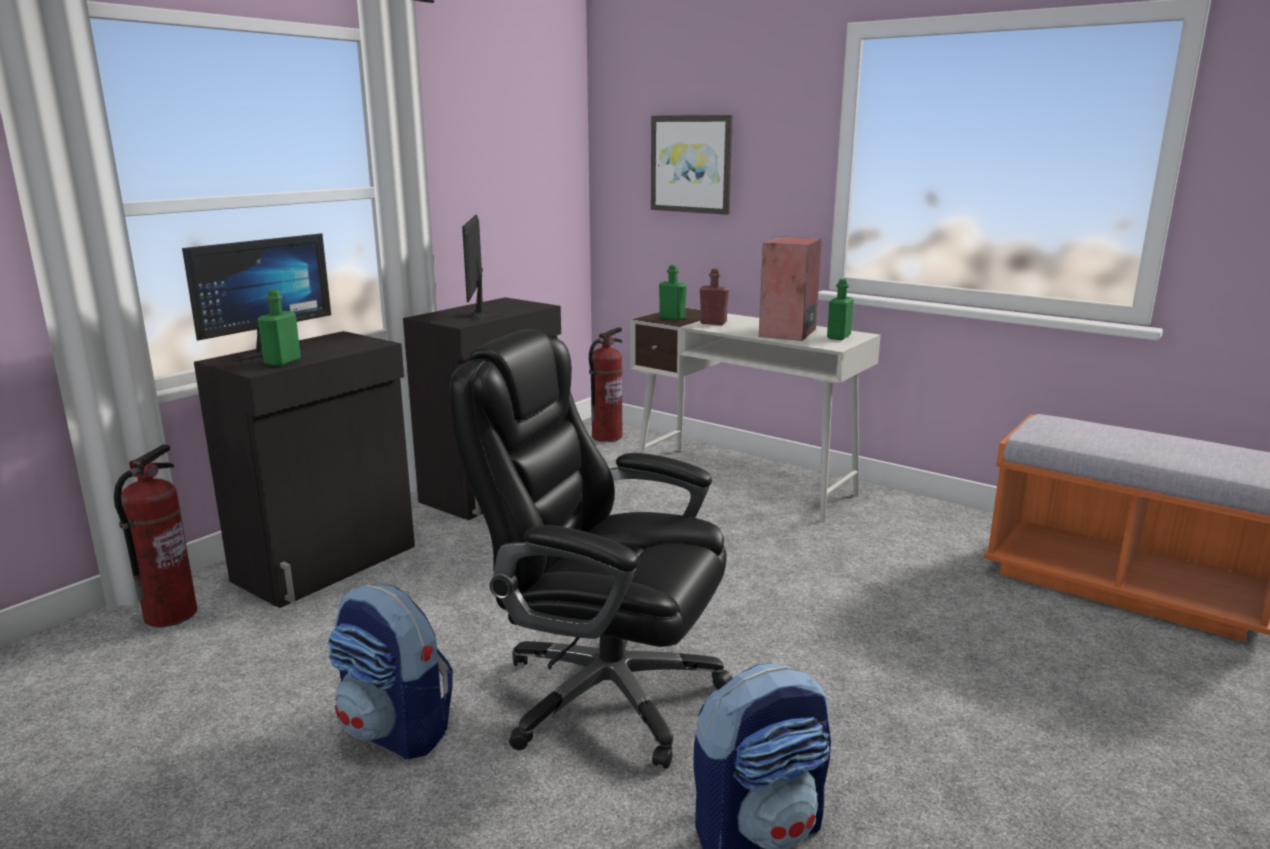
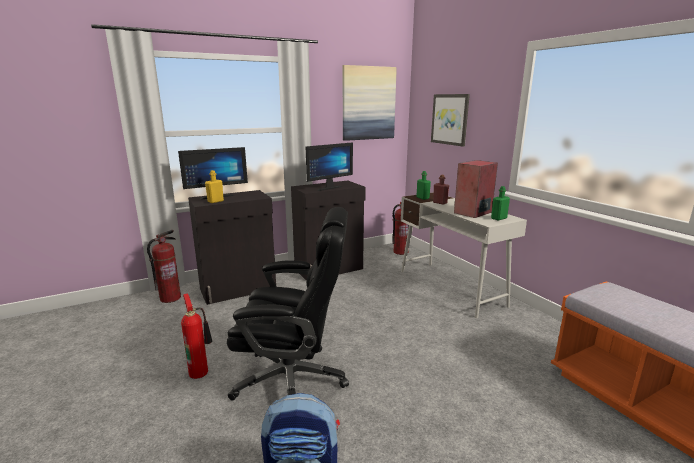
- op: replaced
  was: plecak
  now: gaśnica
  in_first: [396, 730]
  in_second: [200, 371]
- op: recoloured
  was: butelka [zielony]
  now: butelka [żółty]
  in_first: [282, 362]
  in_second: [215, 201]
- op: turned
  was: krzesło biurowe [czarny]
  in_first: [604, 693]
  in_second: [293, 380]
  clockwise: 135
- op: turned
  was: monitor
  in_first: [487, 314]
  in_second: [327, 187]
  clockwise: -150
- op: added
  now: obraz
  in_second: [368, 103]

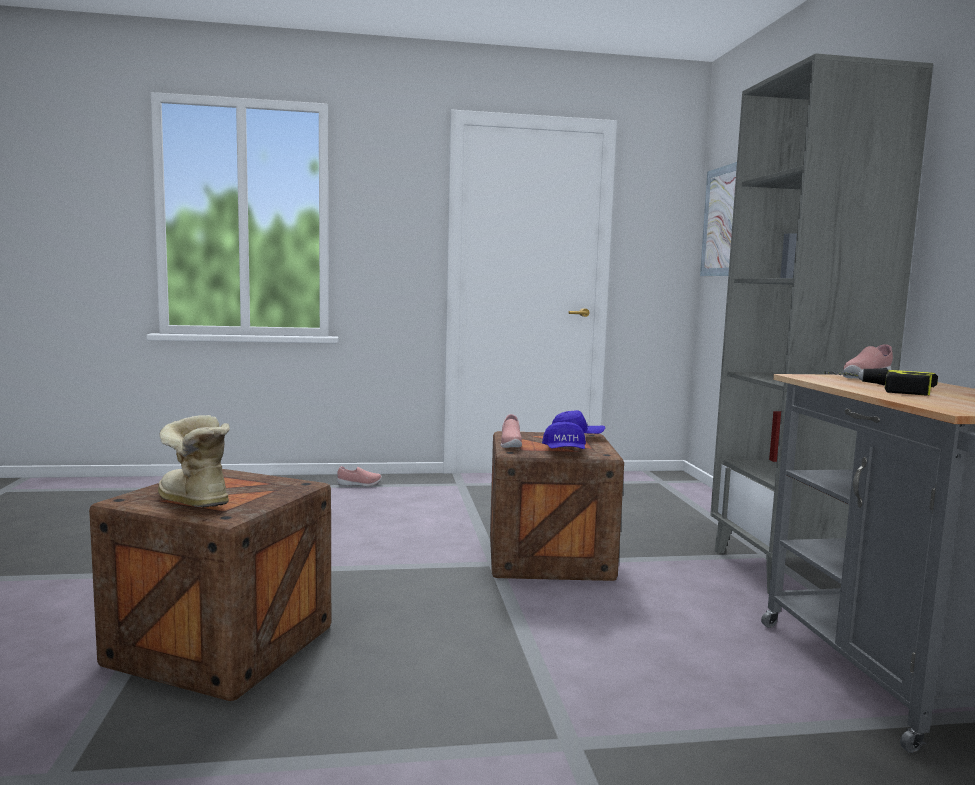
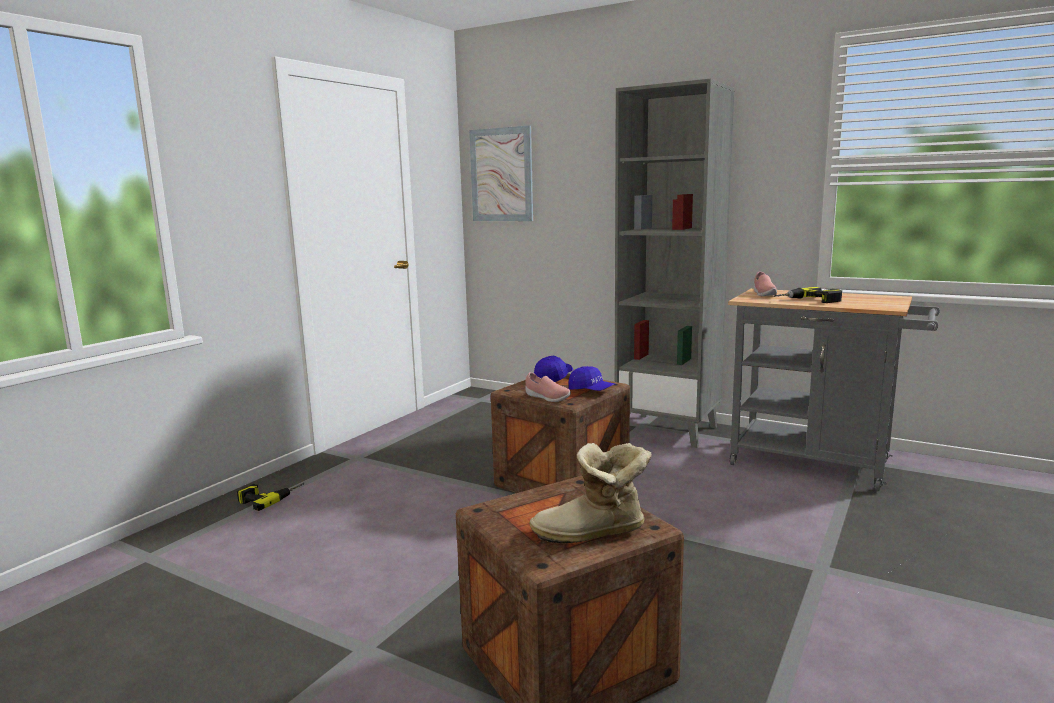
- op: replaced
  was: but [różowy]
  now: wiertarka
  in_first: [359, 484]
  in_second: [270, 497]

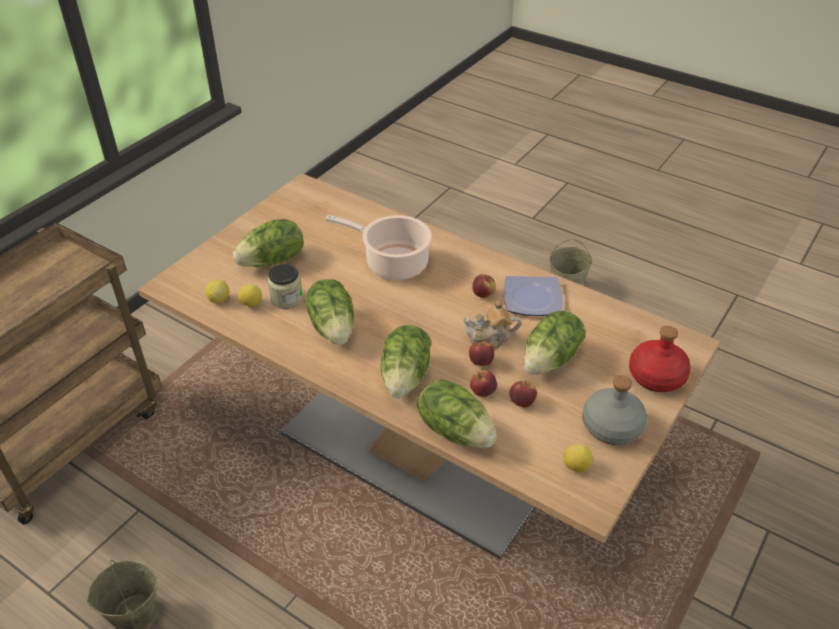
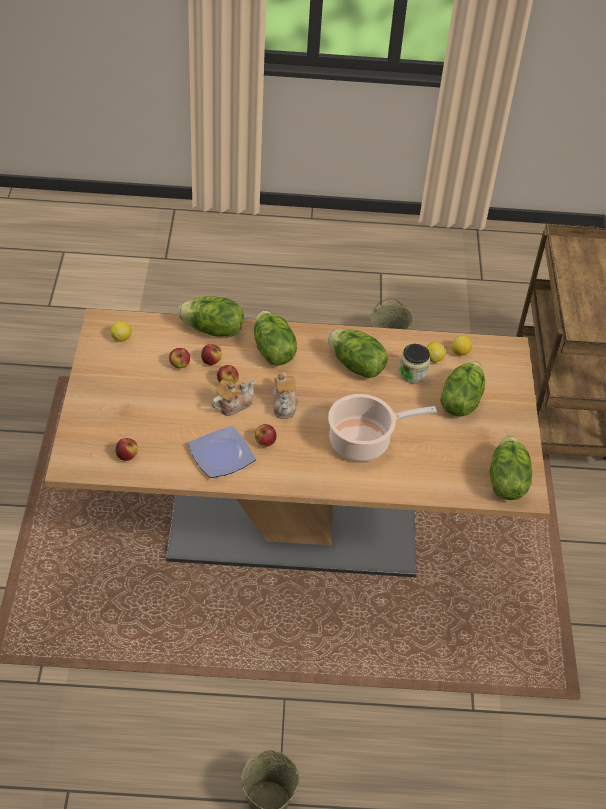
- op: added
  now: jabłko
  in_second: [127, 456]
- op: added
  now: imbryk
  in_second: [284, 404]
- op: moved
  was: sałata
  in_first: [551, 360]
  in_second: [505, 481]
- op: removed
  was: butelka [szary]
  in_first: [611, 426]
- op: removed
  was: butelka [czerwony]
  in_first: [656, 376]

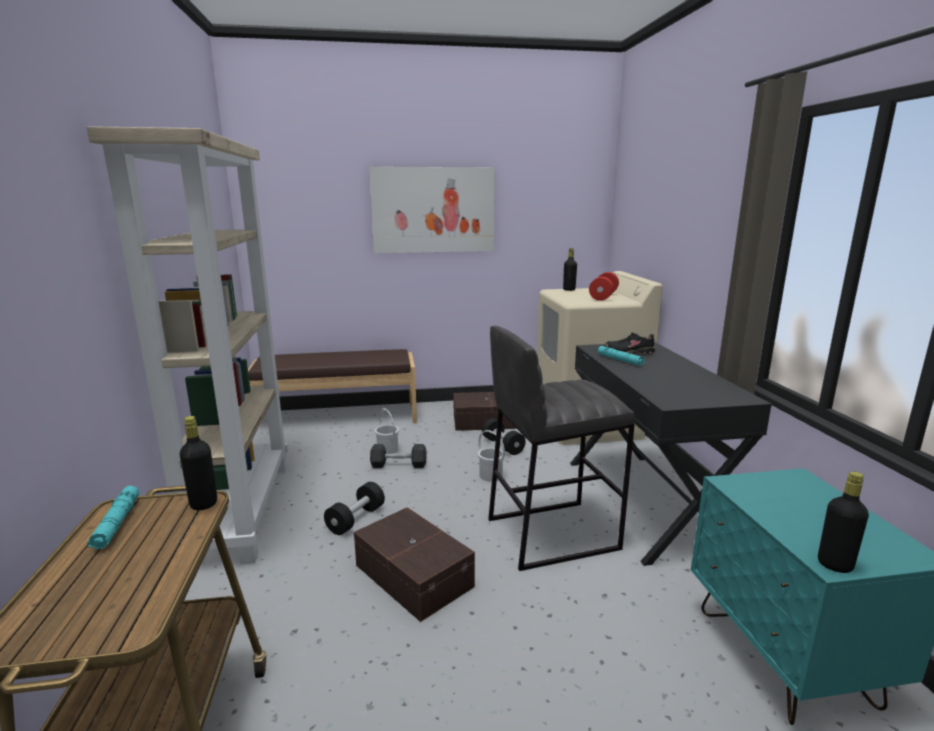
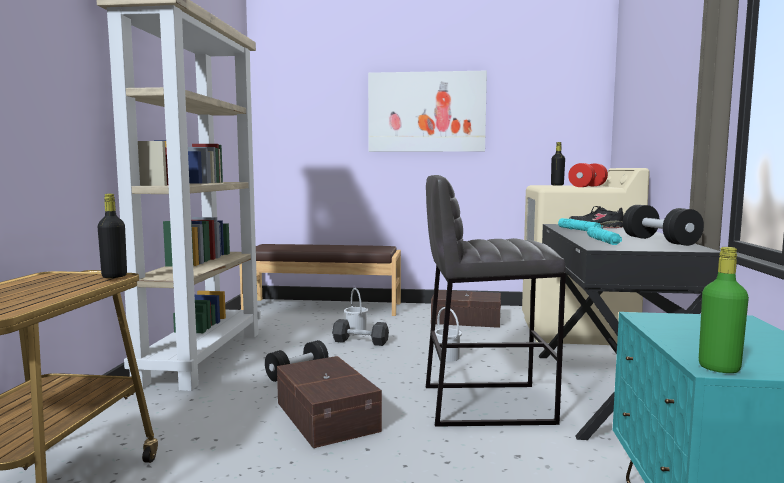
- op: moved
  was: latarka [turkusowy]
  in_first: [117, 523]
  in_second: [603, 241]
- op: moved
  was: hantel [czarny]
  in_first: [503, 446]
  in_second: [659, 241]
- op: recoloured
  was: butelka [czarny]
  now: butelka [zielony]
  in_first: [834, 565]
  in_second: [719, 368]

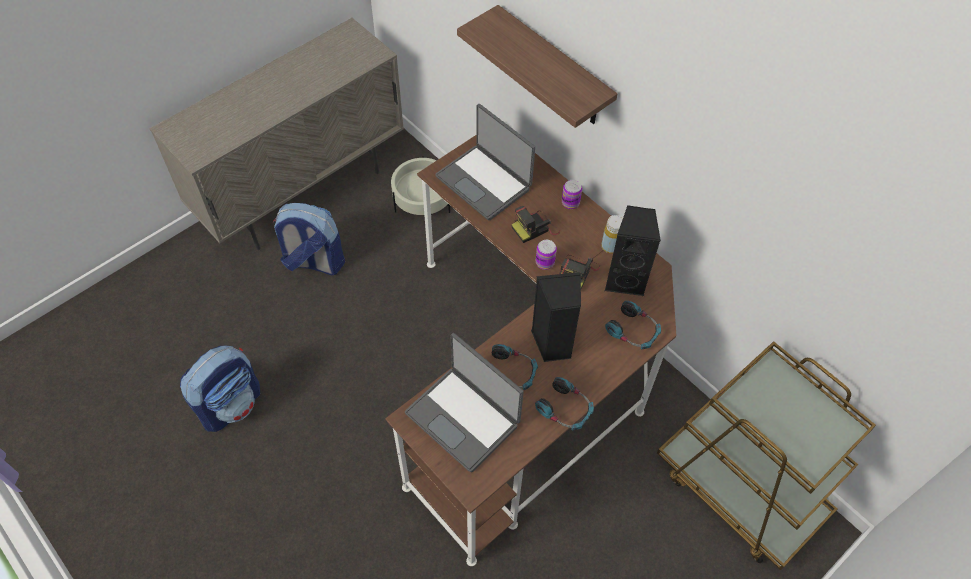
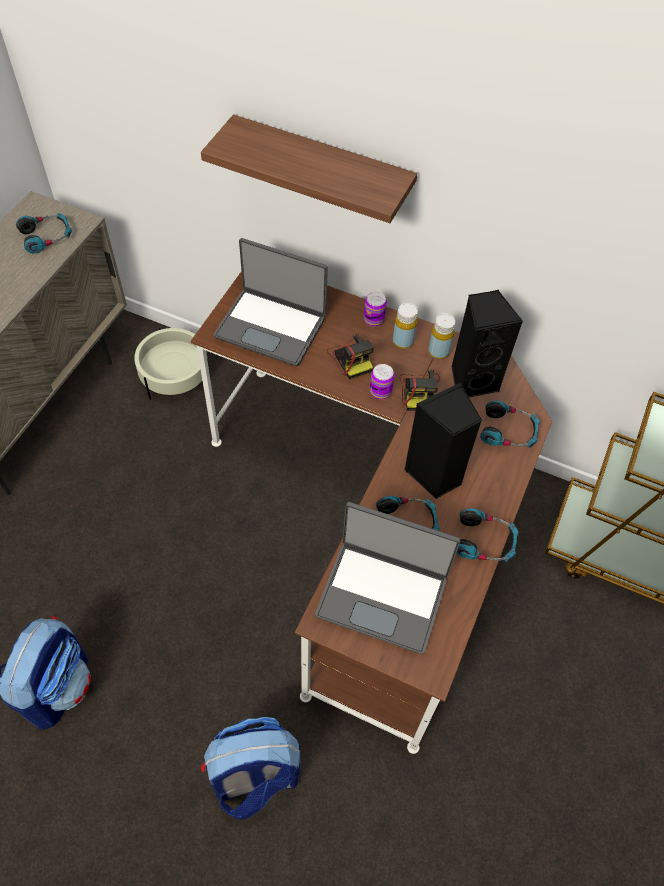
- op: added
  now: słuchawki
  in_second: [47, 237]
- op: moved
  was: plecak
  in_first: [313, 262]
  in_second: [255, 777]
- op: turned
  was: aparat fotograficzny
  in_first: [535, 228]
  in_second: [351, 358]
  clockwise: -60
- op: added
  now: butelka [żółty]
  in_second: [403, 341]

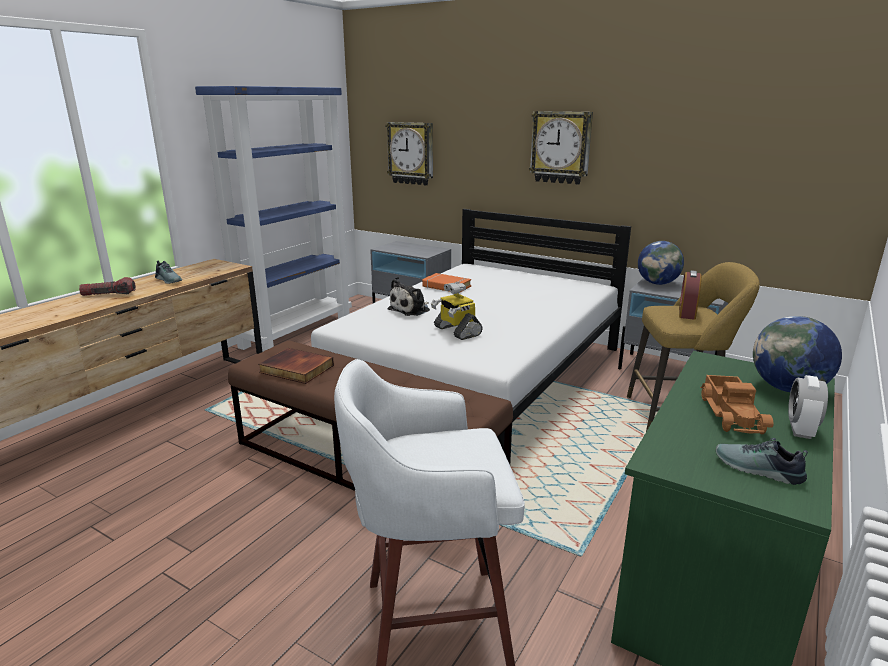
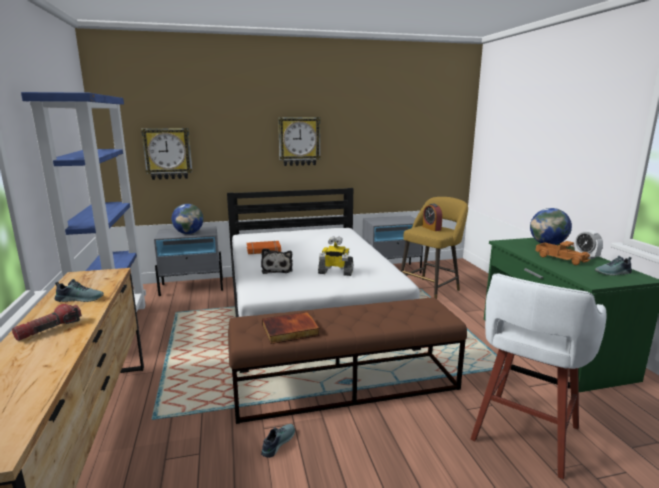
- op: moved
  was: globus
  in_first: [657, 283]
  in_second: [189, 233]
- op: added
  now: but
  in_second: [277, 443]

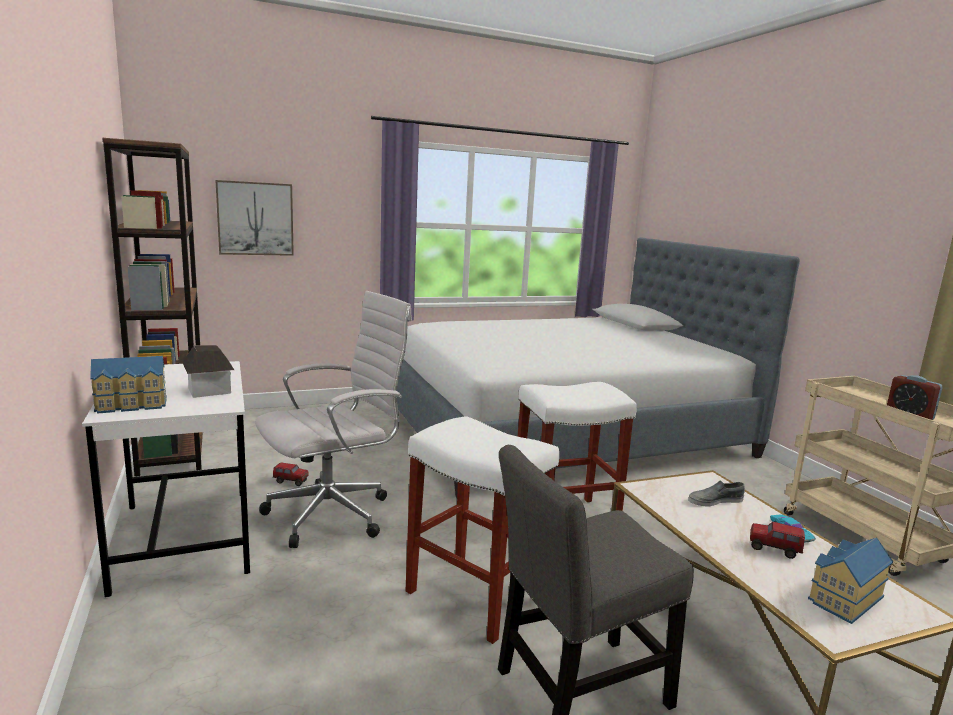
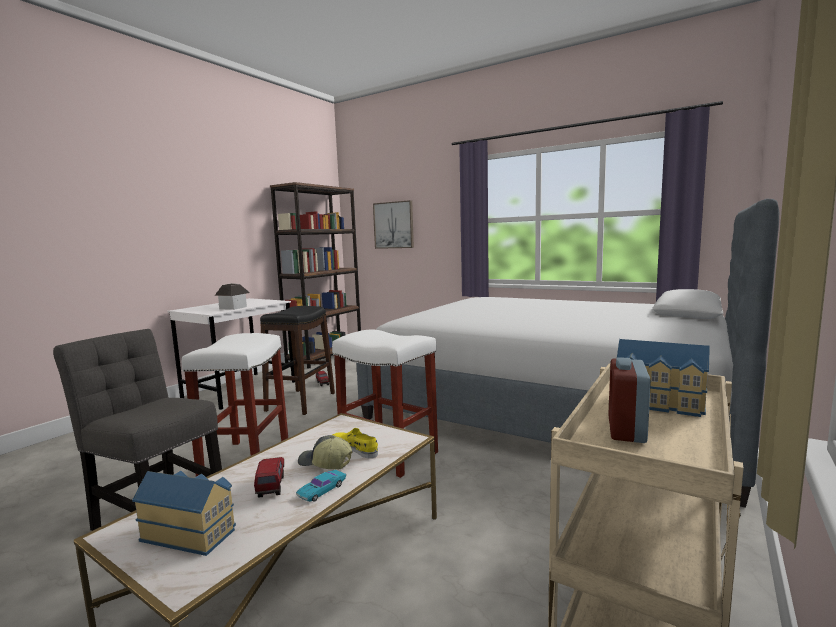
- op: replaced
  was: krzesło biurowe [biały]
  now: stołek [czarny]
  in_first: [334, 513]
  in_second: [301, 402]
- op: added
  now: czapka z daszkiem
  in_second: [325, 463]
- op: recoloured
  was: but [szary]
  now: but [żółty]
  in_first: [714, 501]
  in_second: [354, 448]
- op: moved
  was: domek
  in_first: [132, 405]
  in_second: [659, 404]

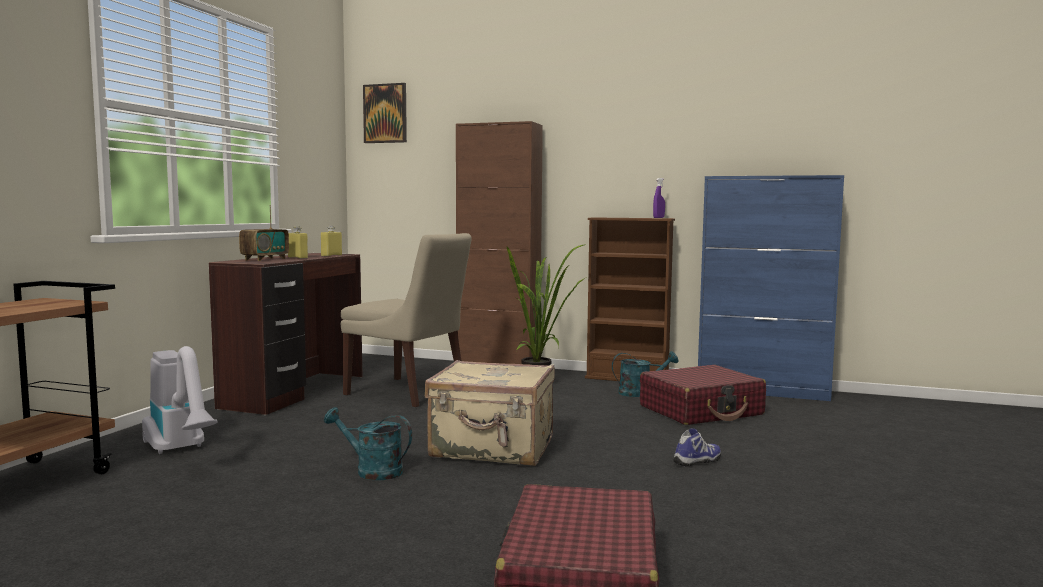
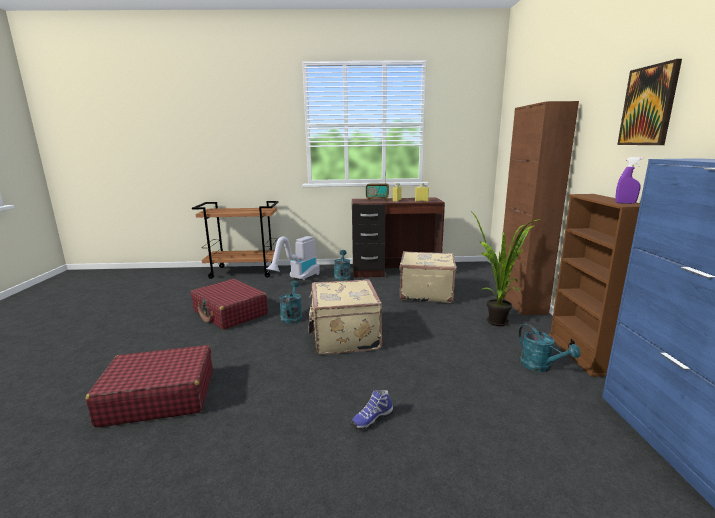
- op: moved
  was: walizka [czerwony]
  in_first: [701, 410]
  in_second: [230, 313]
- op: added
  now: konewka [turkusowy]
  in_second: [342, 276]
- op: turned
  was: but
  in_first: [698, 461]
  in_second: [372, 418]
  clockwise: 105
- op: replaced
  was: krzesło [beżowy]
  now: walizka [beżowy]
  in_first: [409, 392]
  in_second: [425, 293]
- op: moved
  was: obraz
  in_first: [385, 113]
  in_second: [648, 106]

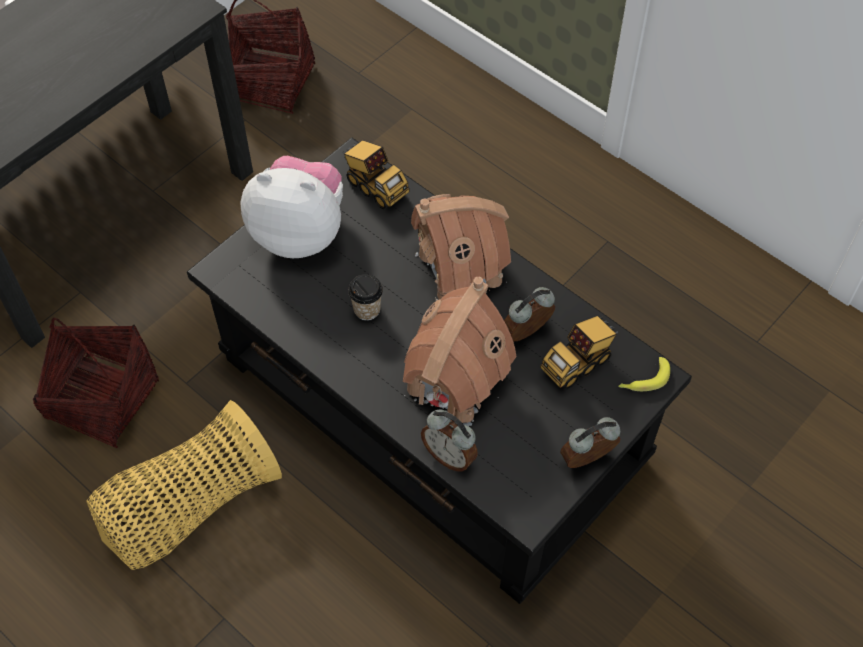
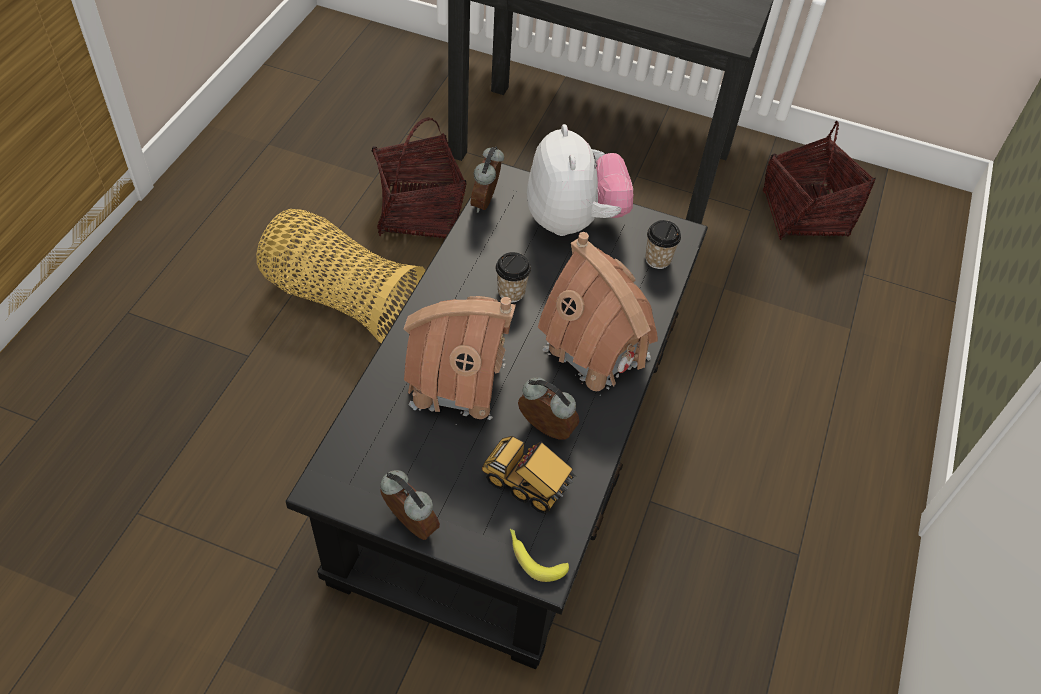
- op: moved
  was: budzik
  in_first: [449, 456]
  in_second: [487, 202]
- op: replaced
  was: ciężarówka zabawkowa
  now: filiżanka
  in_first: [375, 187]
  in_second: [658, 259]

